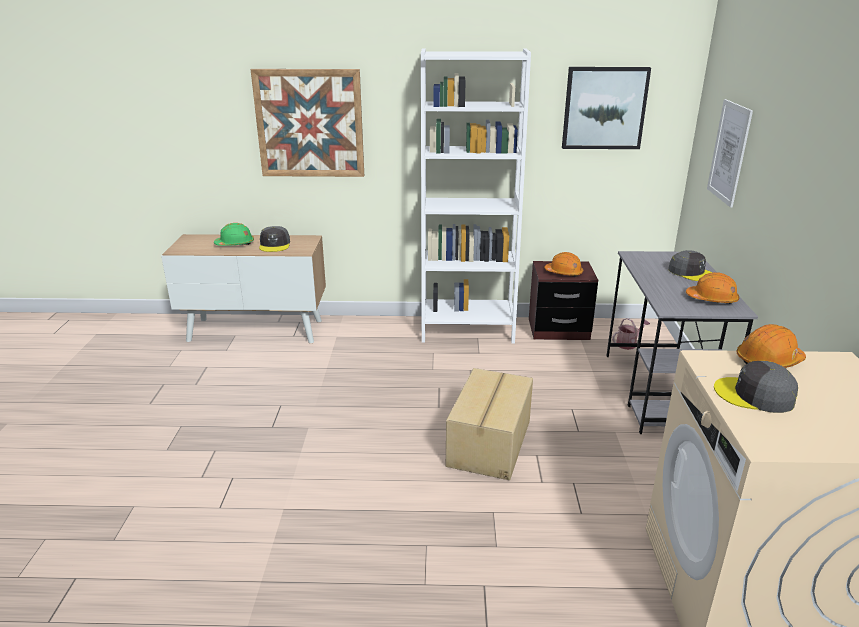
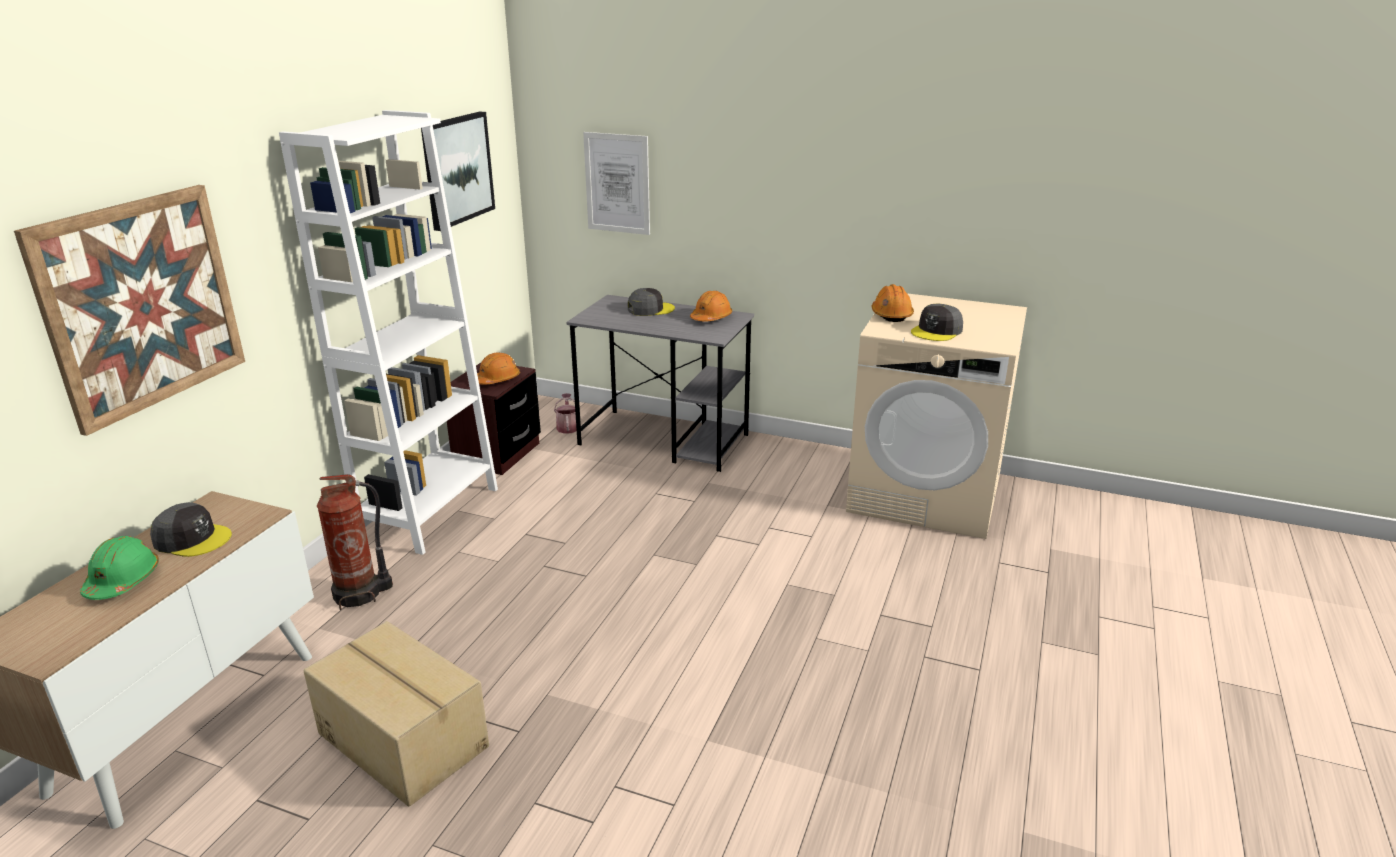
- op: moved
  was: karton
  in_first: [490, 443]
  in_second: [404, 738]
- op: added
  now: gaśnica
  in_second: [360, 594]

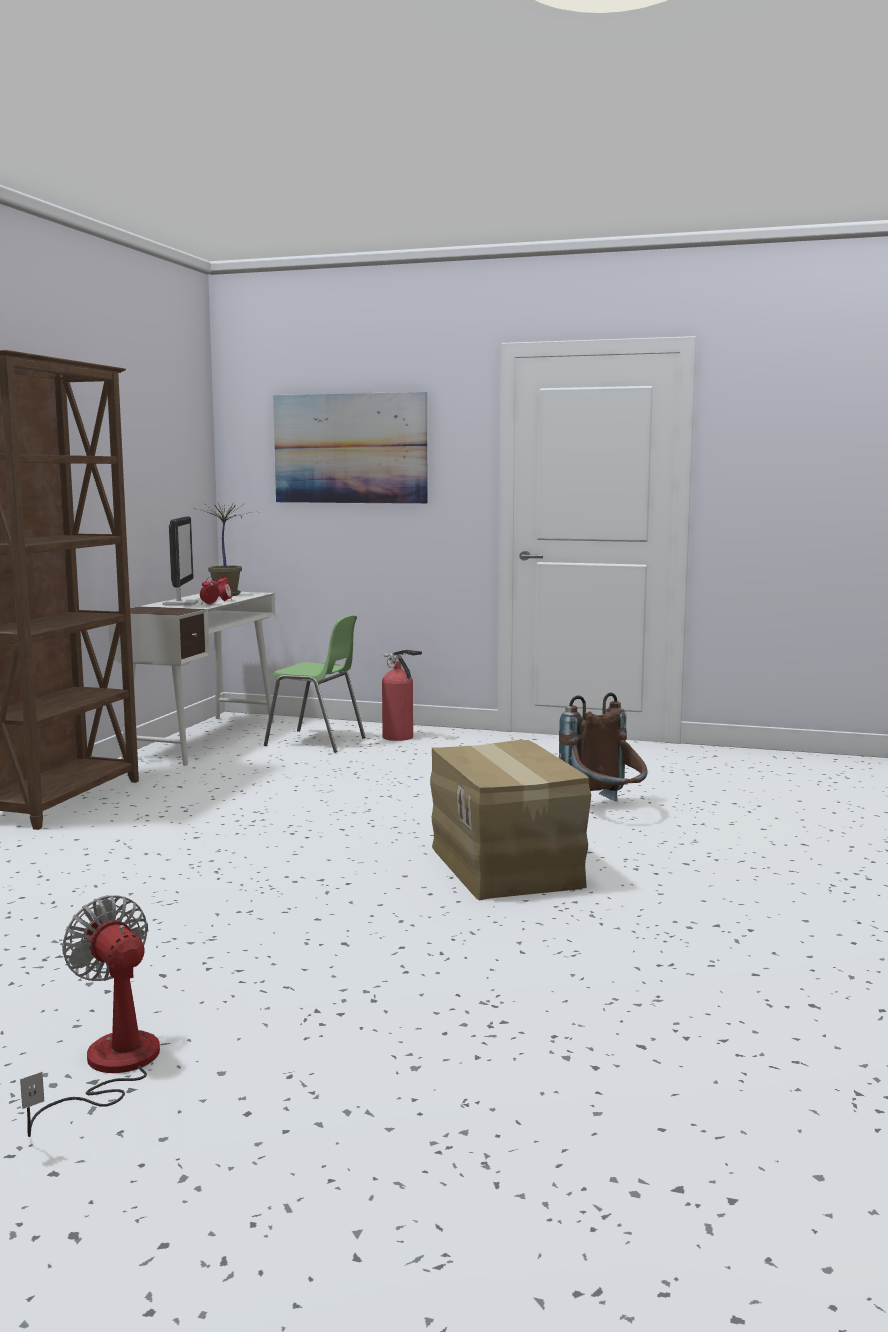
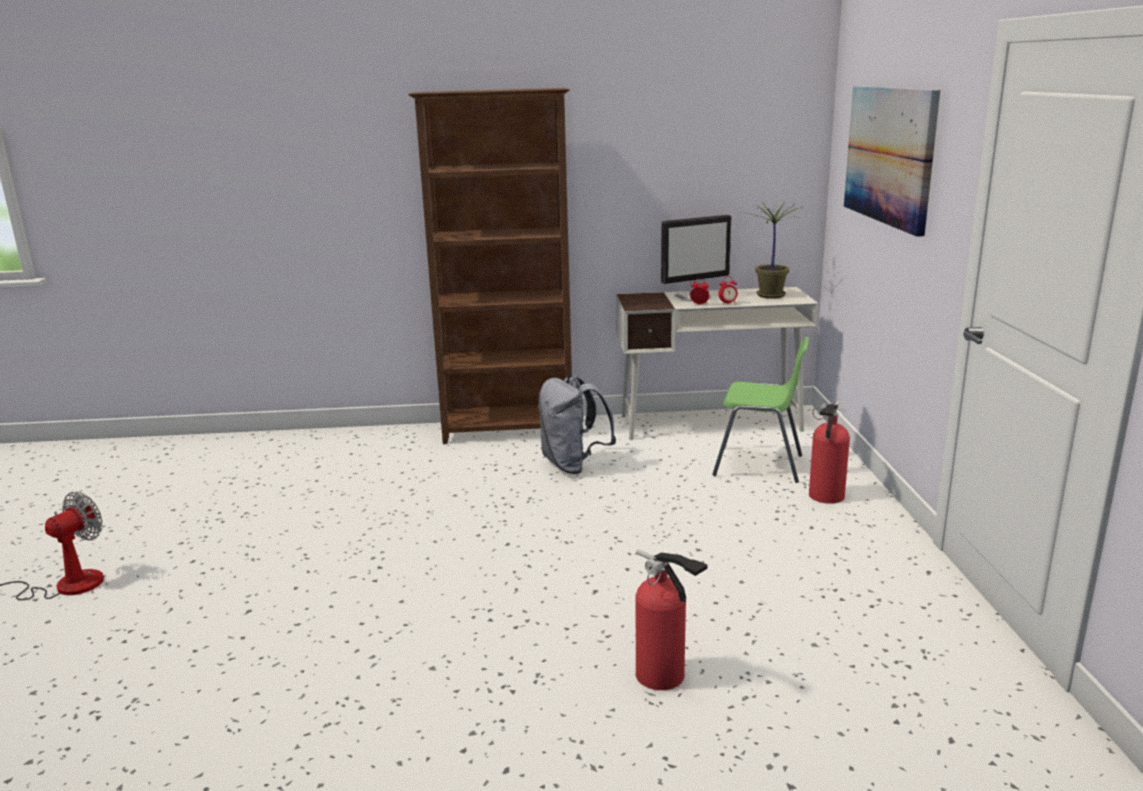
- op: added
  now: plecak [szary]
  in_second: [573, 465]
- op: replaced
  was: plecak [brązowy]
  now: gaśnica
  in_first: [604, 811]
  in_second: [664, 677]
- op: turned
  was: krzesło [zielony]
  in_first: [316, 742]
  in_second: [759, 465]
  clockwise: -75
- op: removed
  was: karton
  in_first: [507, 866]

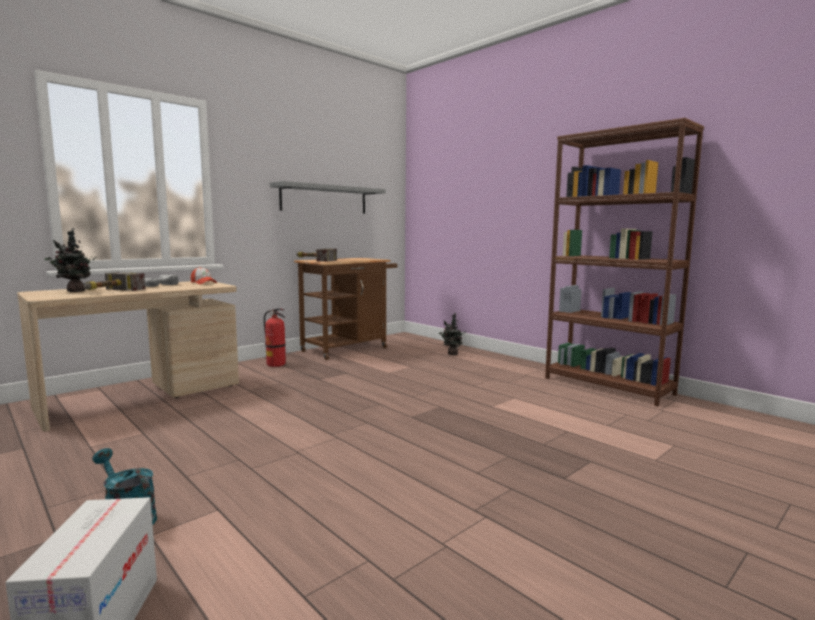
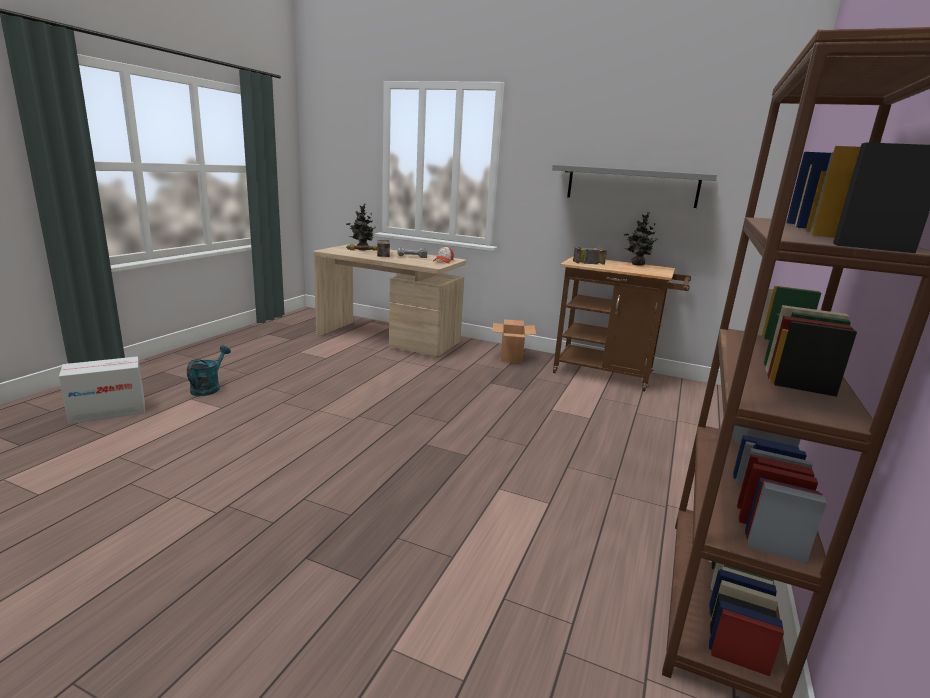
- op: replaced
  was: gaśnica
  now: karton
  in_first: [276, 364]
  in_second: [511, 357]
- op: moved
  was: roślina doniczkowa
  in_first: [452, 354]
  in_second: [636, 264]

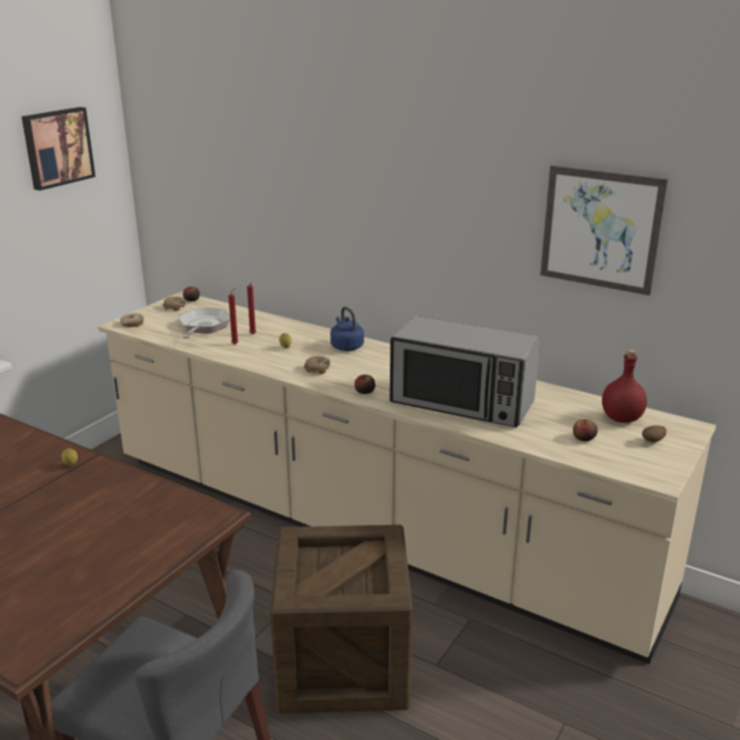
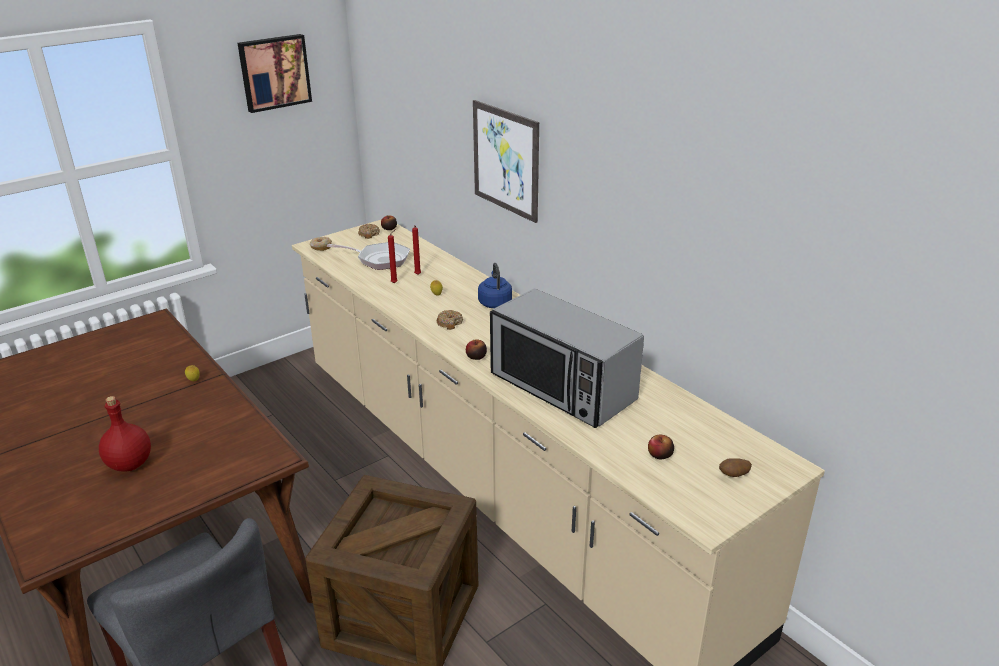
- op: moved
  was: butelka [czerwony]
  in_first: [621, 419]
  in_second: [129, 464]
- op: turned
  was: patelnia
  in_first: [203, 327]
  in_second: [379, 259]
  clockwise: 75
- op: moved
  was: obraz
  in_first: [600, 229]
  in_second: [505, 160]

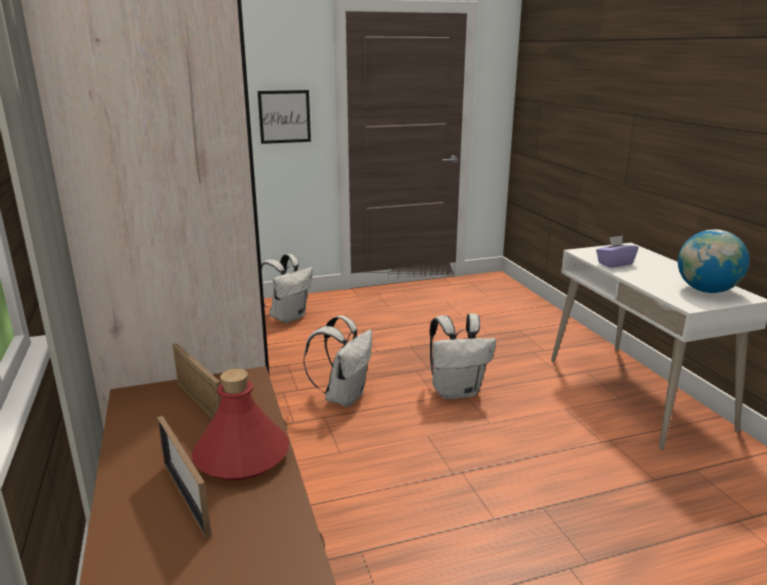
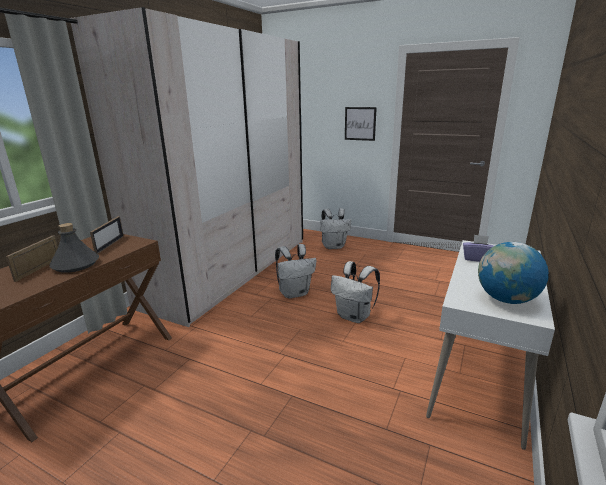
- op: recoloured
  was: butelka [czerwony]
  now: butelka [szary]
  in_first: [242, 457]
  in_second: [75, 265]

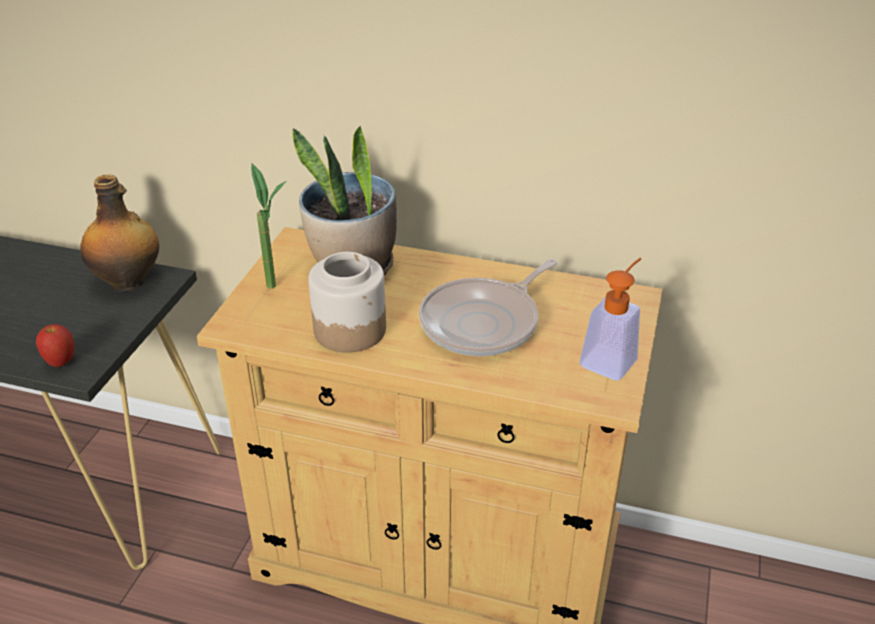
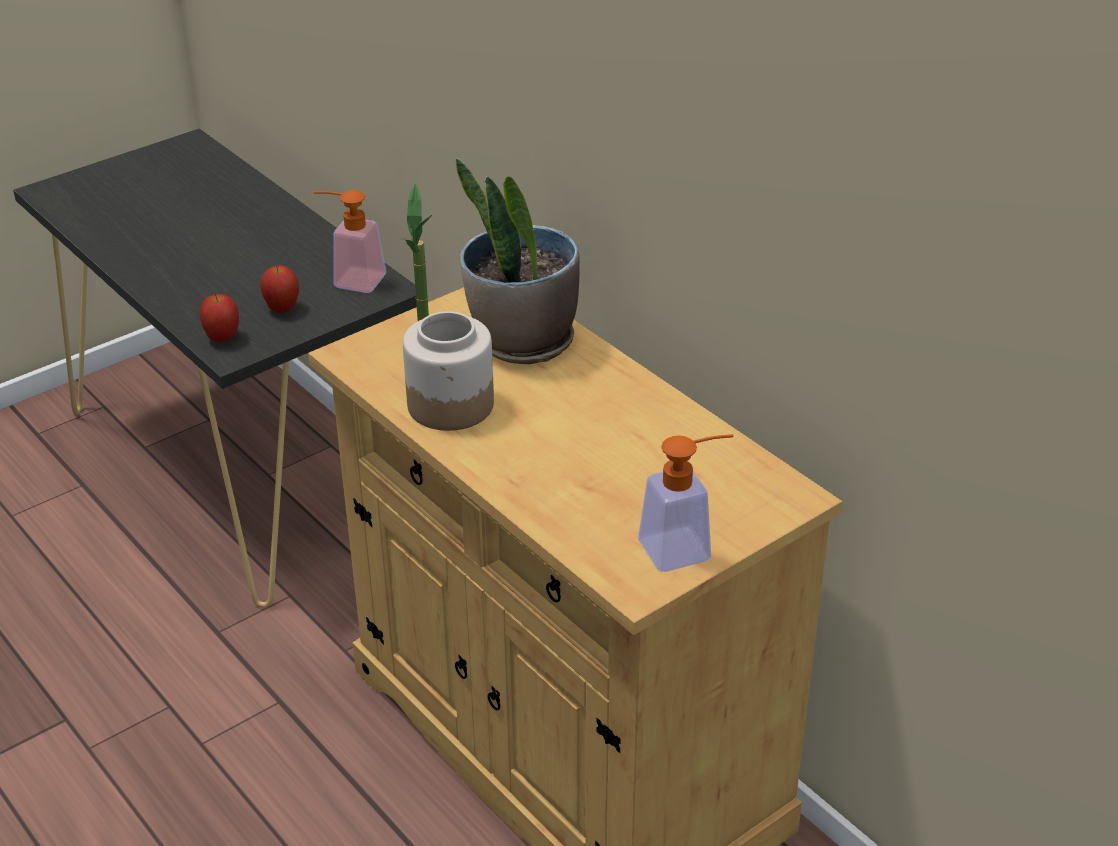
- op: added
  now: jabłko
  in_second: [282, 309]
- op: replaced
  was: butelka
  now: dozownik mydła
  in_first: [129, 282]
  in_second: [351, 280]
- op: removed
  was: patelnia
  in_first: [484, 322]

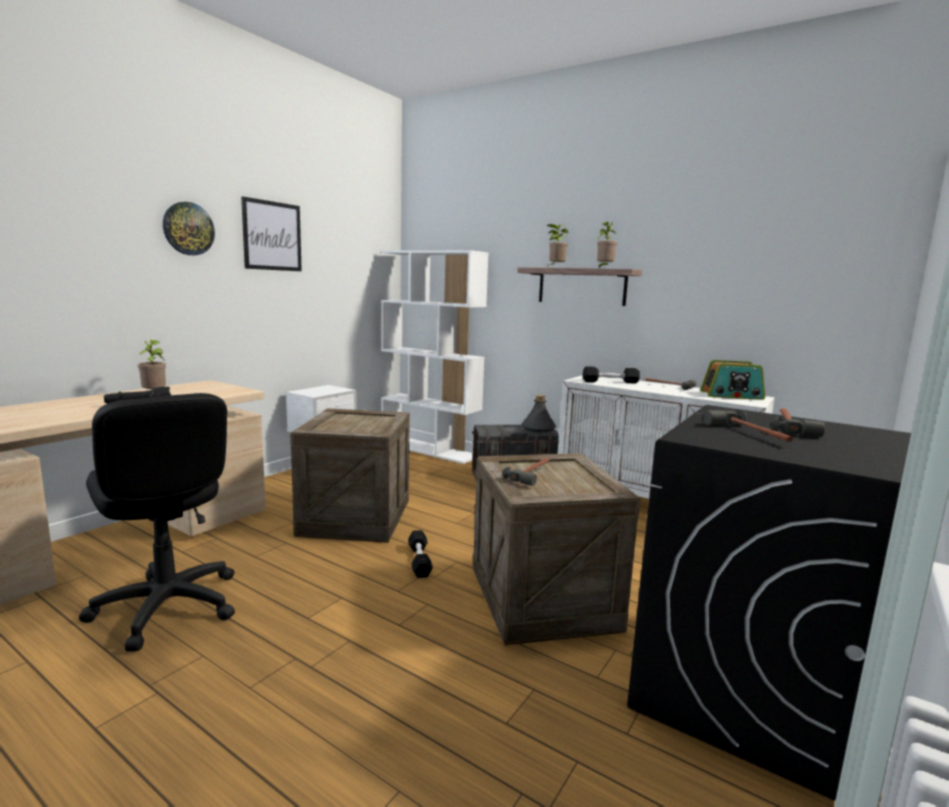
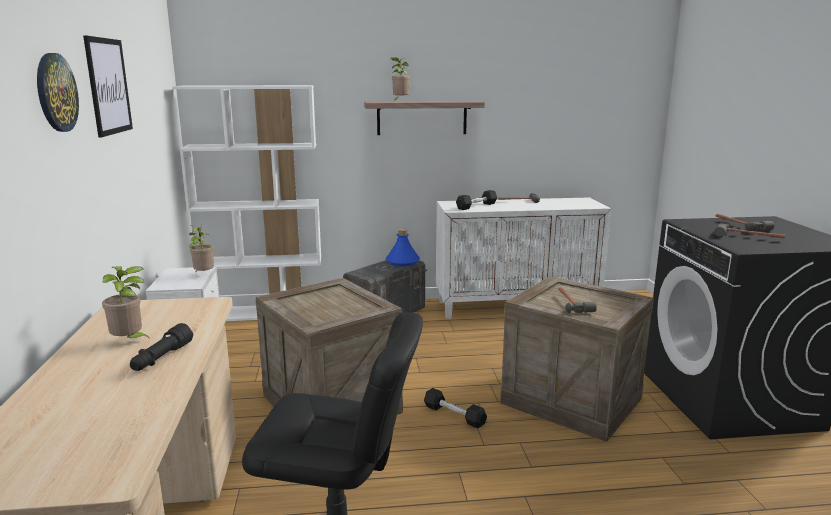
- op: moved
  was: roślina doniczkowa
  in_first: [604, 268]
  in_second: [203, 275]
- op: recoloured
  was: butelka [szary]
  now: butelka [niebieski]
  in_first: [538, 428]
  in_second: [402, 262]
- op: removed
  was: radio
  in_first: [731, 395]

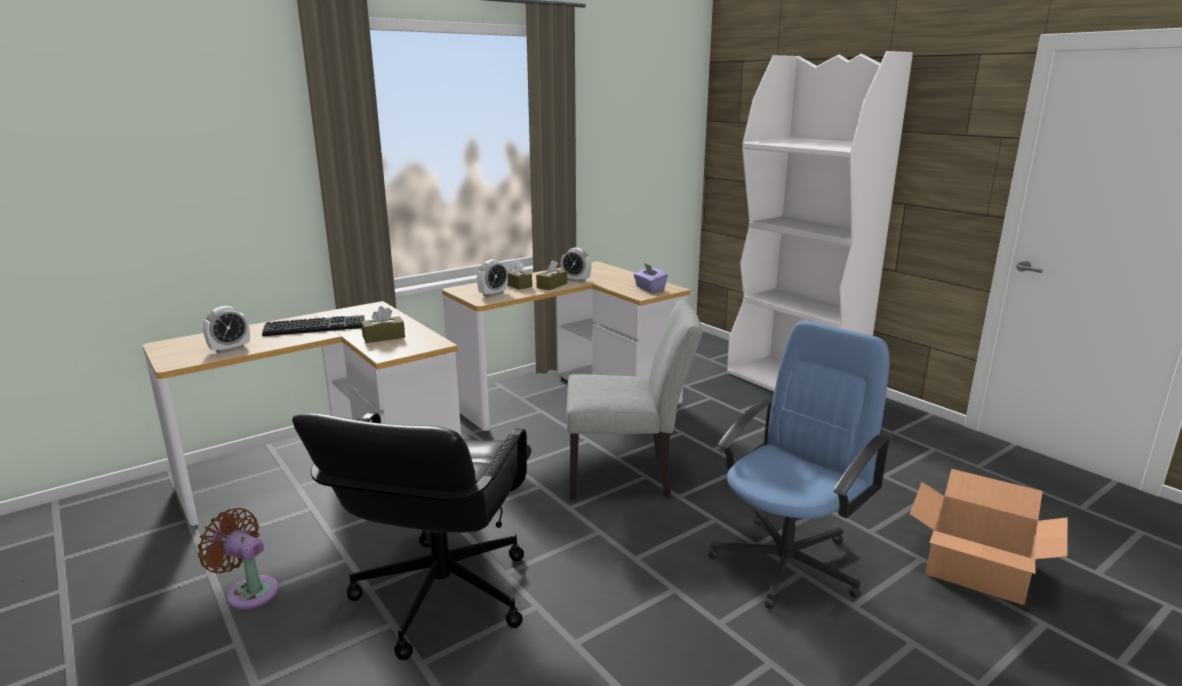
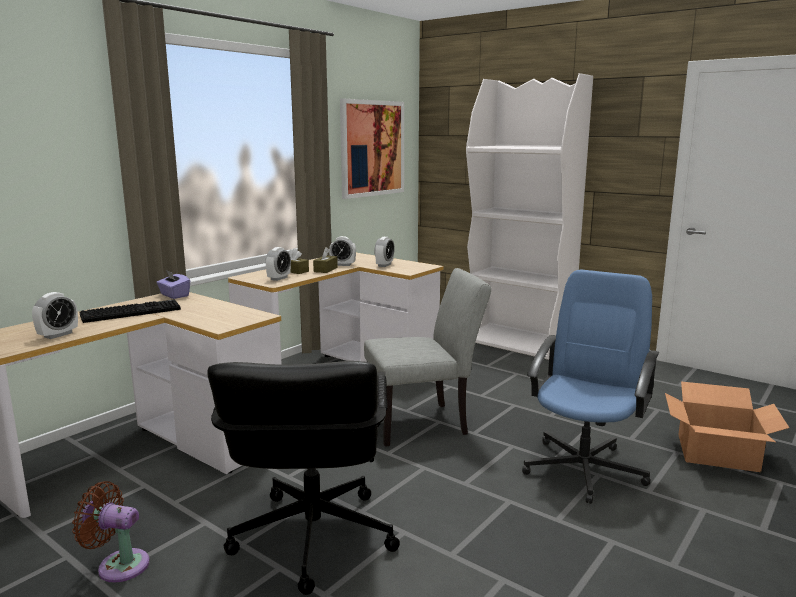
- op: moved
  was: pudełko chusteczek [fioletowy]
  in_first: [649, 288]
  in_second: [174, 295]
- op: added
  now: obraz
  in_second: [372, 148]
- op: added
  now: budzik
  in_second: [384, 265]
- op: removed
  was: pudełko chusteczek [brązowy]
  in_first: [383, 337]

